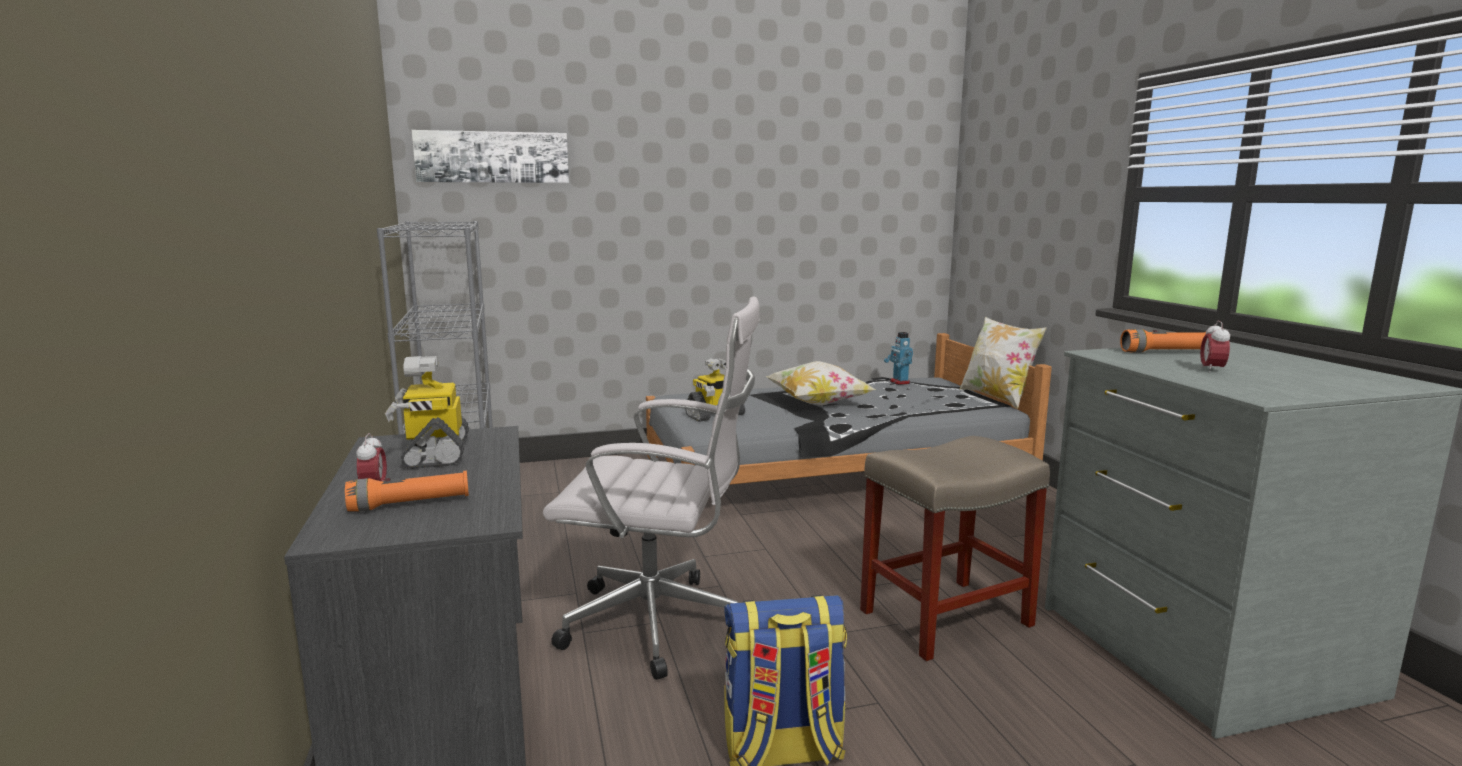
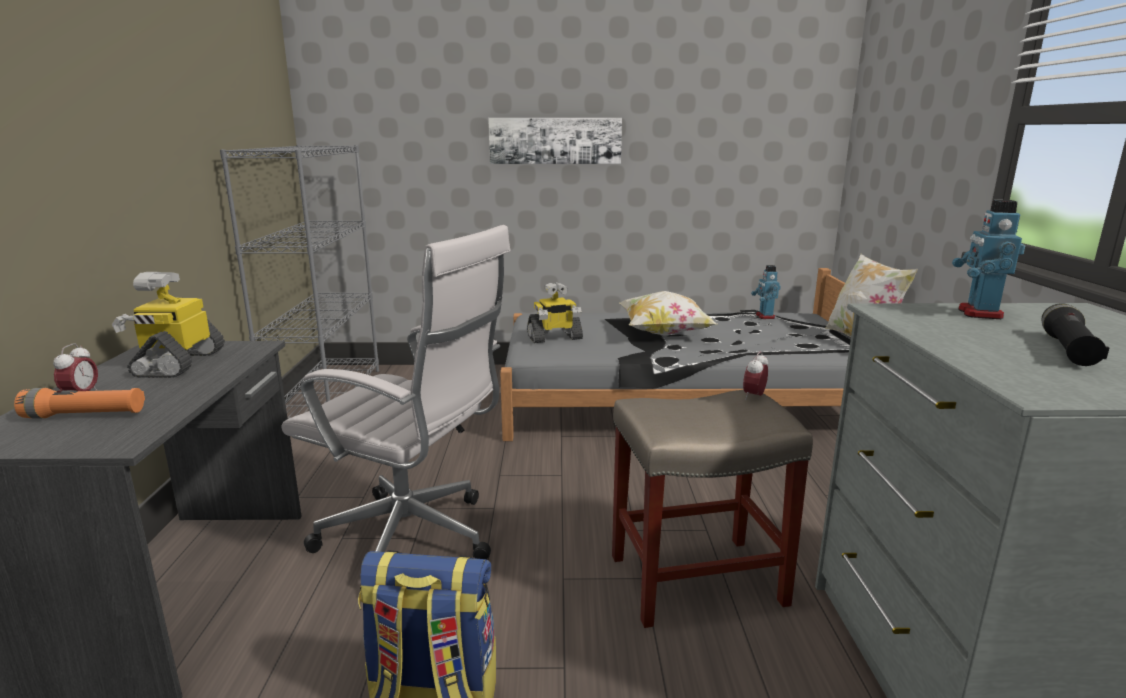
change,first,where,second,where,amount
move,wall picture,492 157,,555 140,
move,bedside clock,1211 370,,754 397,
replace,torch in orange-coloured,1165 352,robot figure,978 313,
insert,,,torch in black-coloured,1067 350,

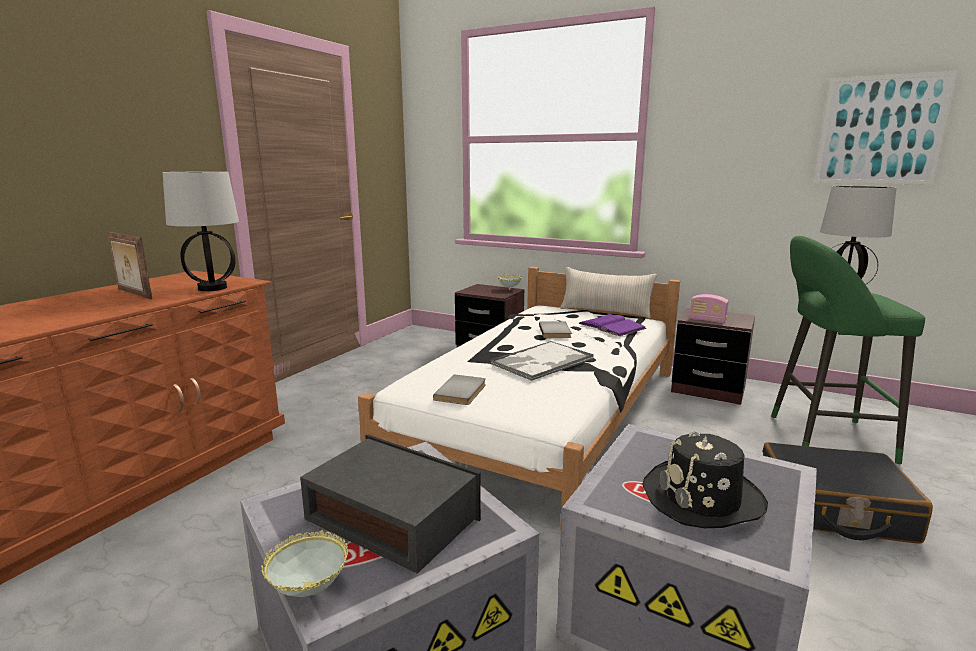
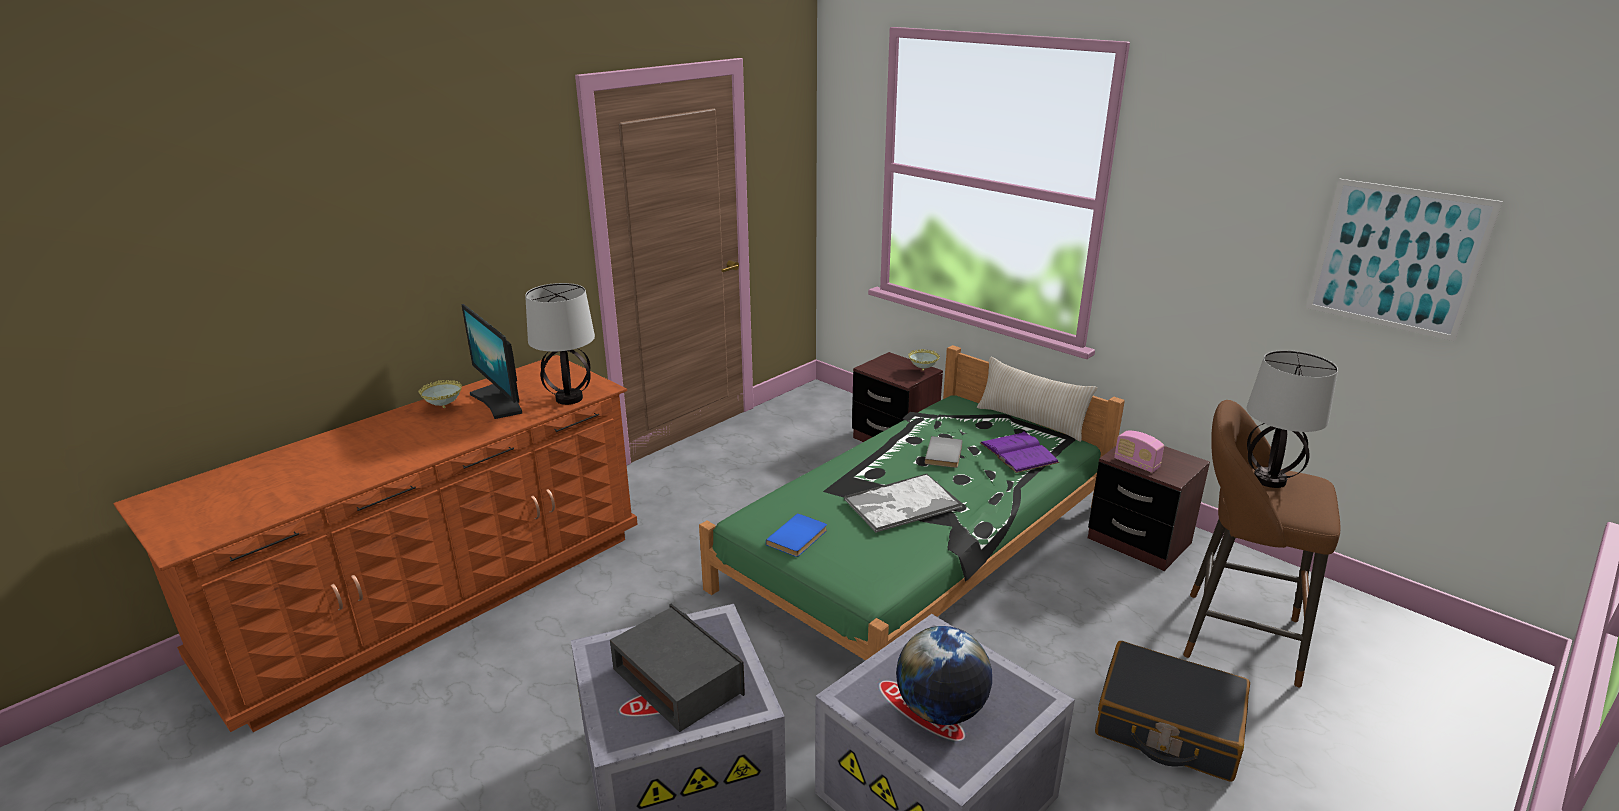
change,first,where,second,where,amount
move,bowl,309 594,,444 408,
replace,picture frame,133 294,computer screen,499 402,
recolor,sleeping bed in white,544 412,sleeping bed in greenish,918 546,
recolor,bound book in greyish,462 392,bound book in blue,799 538,
replace,wearable hat in black-coloured,703 498,globe,940 710,
recolor,sitting stool in greenish,822 437,sitting stool in brown,1232 635,

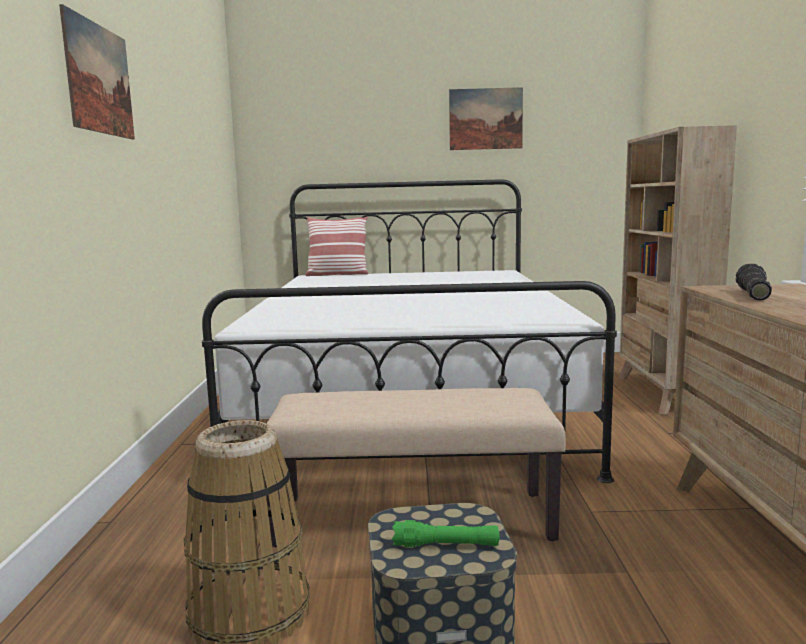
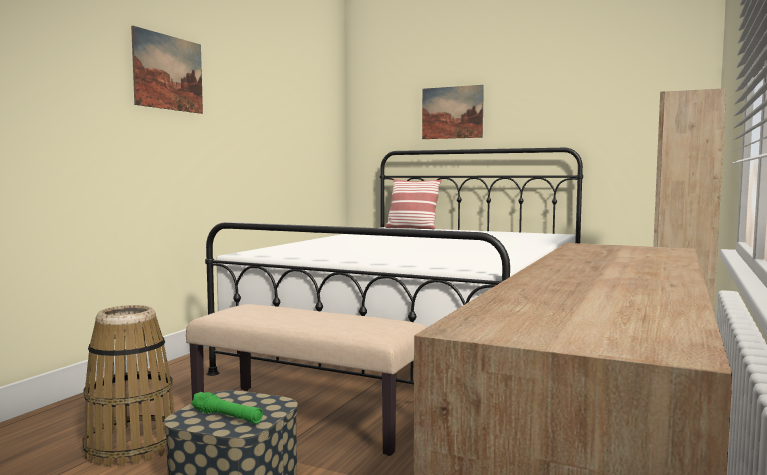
change,first,where,second,where,amount
move,wall picture,485 119,,452 112,
delete,torch,752 295,,,

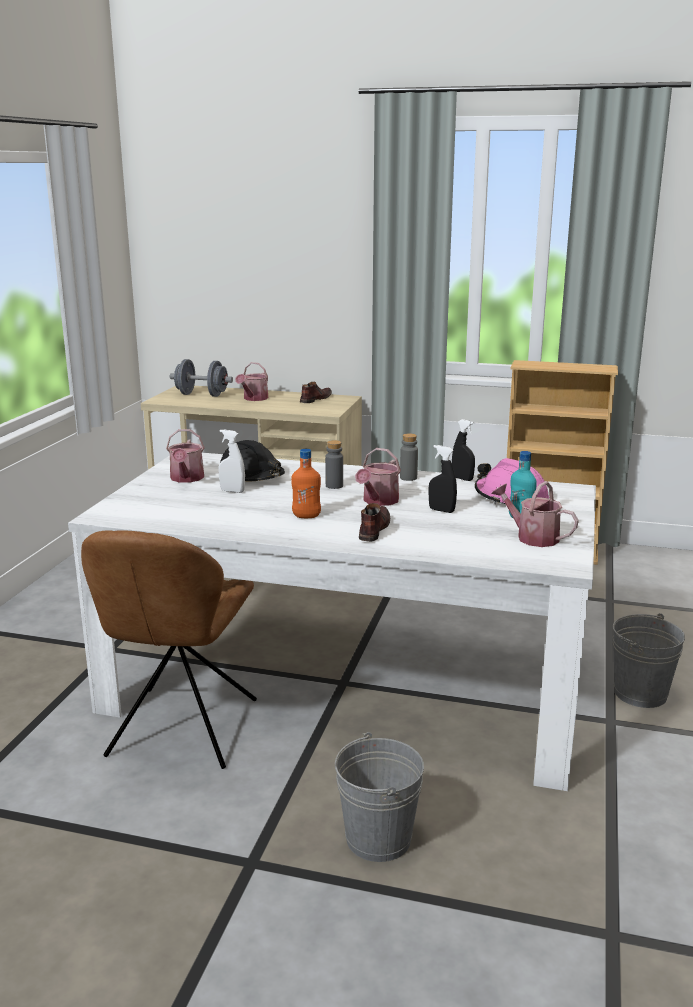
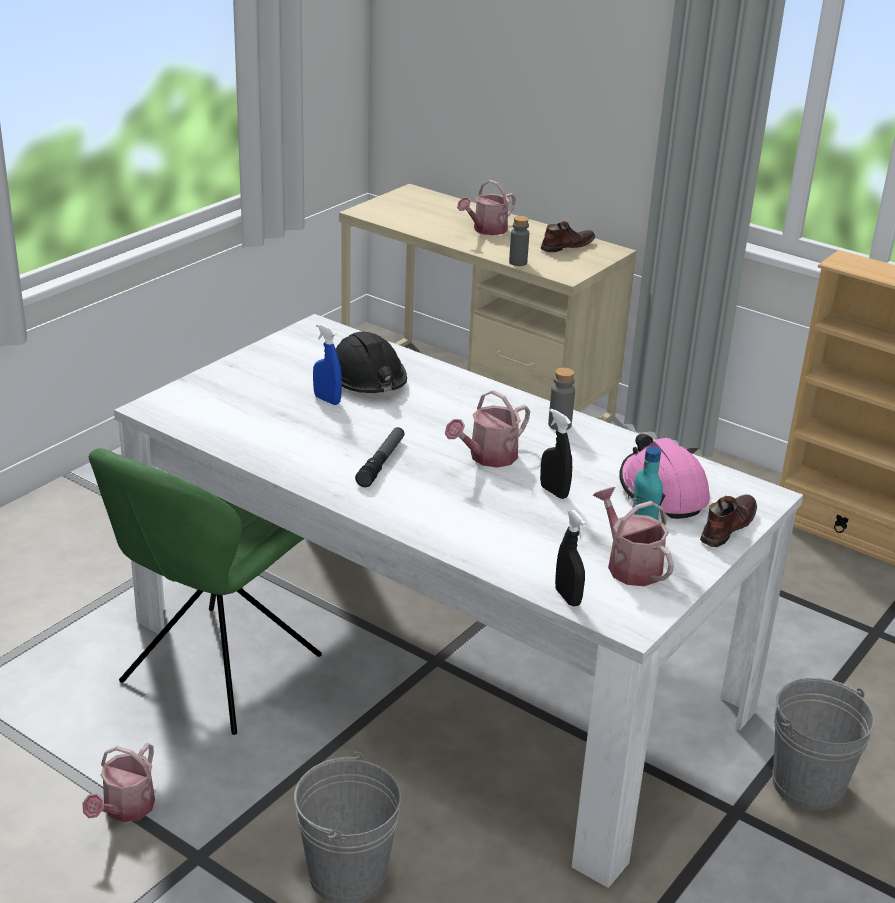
change,first,where,second,where,amount
move,watering can,186 479,,125 809,
recolor,plain chair in brown,181 731,plain chair in greenish,216 673,
recolor,sprayer in white,232 491,sprayer in blue,327 400,
replace,drink bottle in orange-coloured,306 516,torch,381 462,
move,drink bottle in greyish,334 486,,518 262,
move,sprayer in black-coloured,462 478,,567 597,
move,item of footwear in brown,373 530,,726 526,
delete,free weight in greyish,202 395,,,

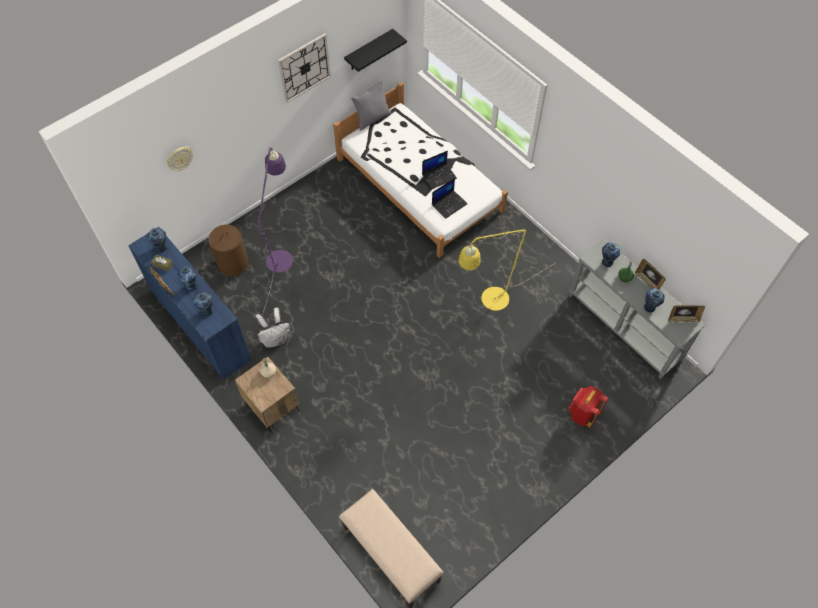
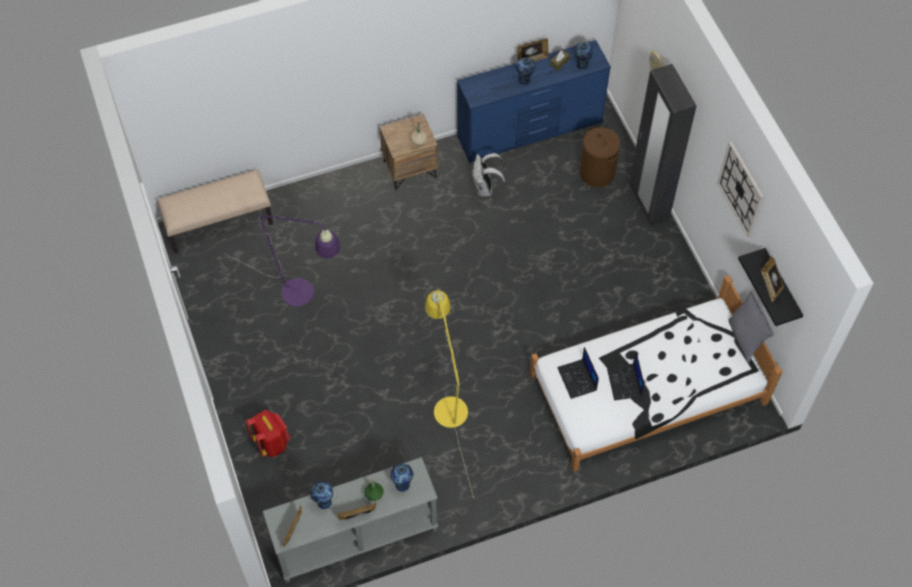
change,first,where,second,where,amount
move,standard lamp in purple,281 255,,305 295,
insert,,,clothes cupboard in black-coloured,648 203,
insert,,,picture frame,770 286,
delete,decorative vase,207 311,,,

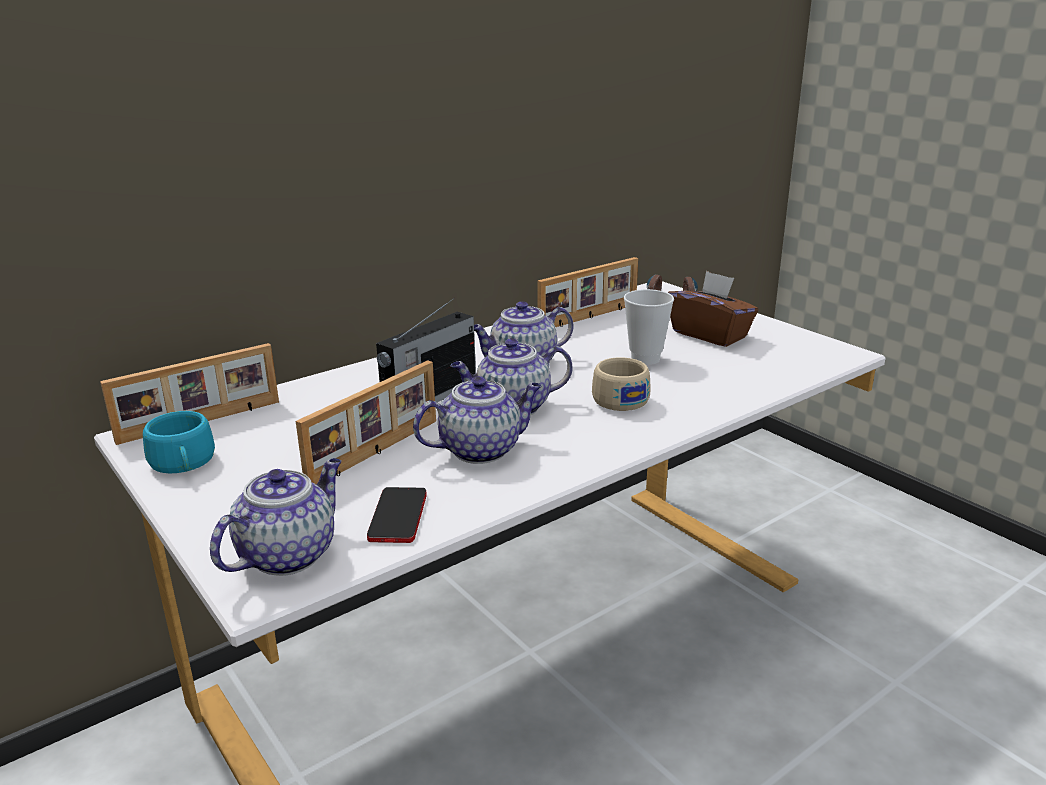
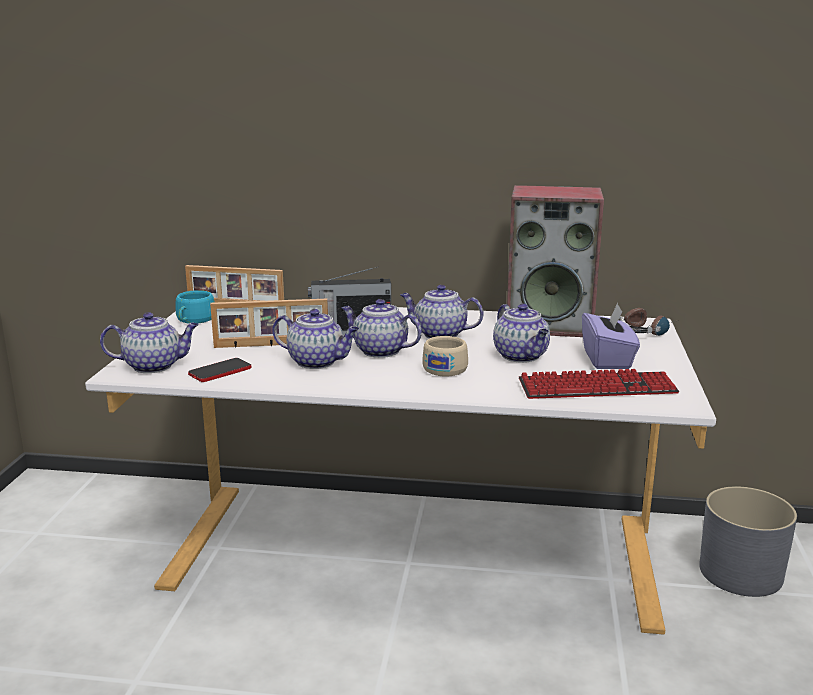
change,first,where,second,where,amount
replace,small cup,645 359,teapot,521 356,
replace,picture frame,589 317,speaker,550 324,
insert,,,computer keyboard,597 388,
recolor,tissue holder in brown,710 334,tissue holder in purple,607 359,
insert,,,flower pot in greyish,741 573,

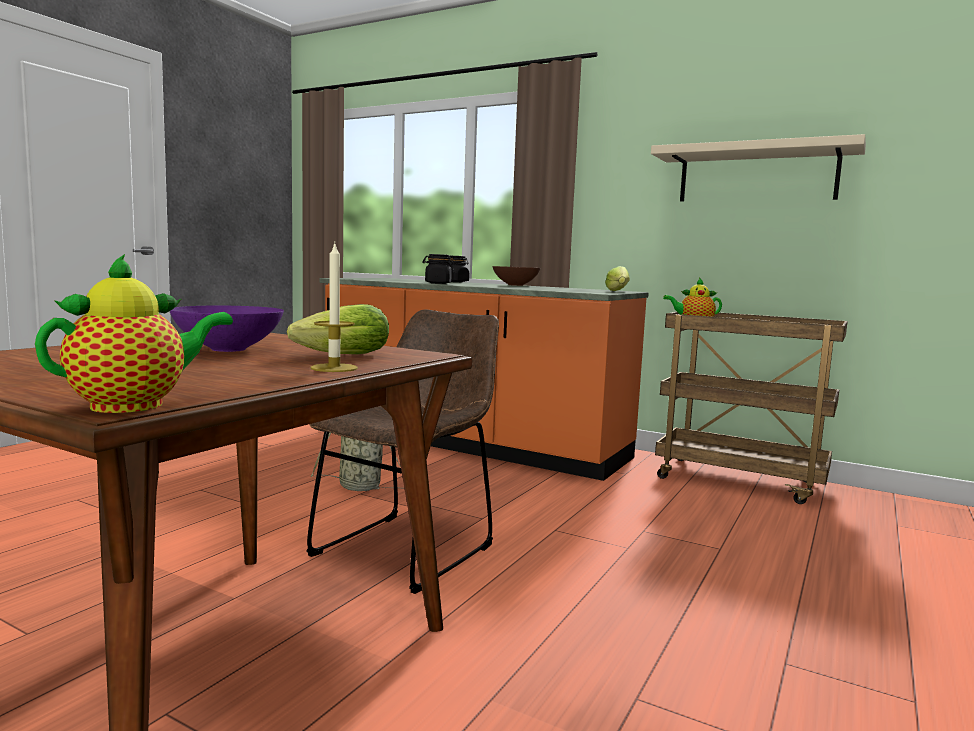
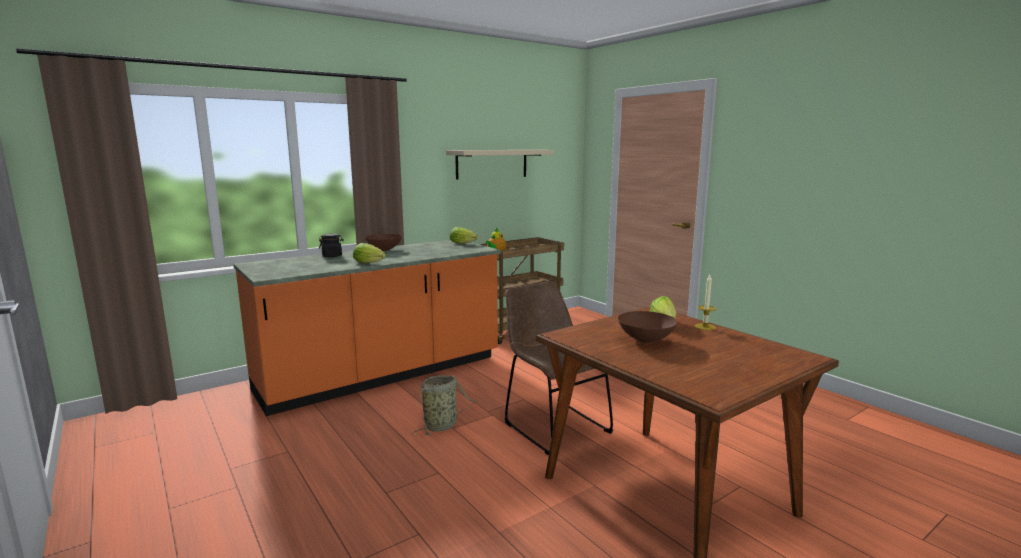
change,first,where,second,where,amount
replace,storage jar in black-coloured,438 283,head of lettuce,370 263,
recolor,bowl in purple,226 349,bowl in brown,645 340,
delete,teapot,136 405,,,

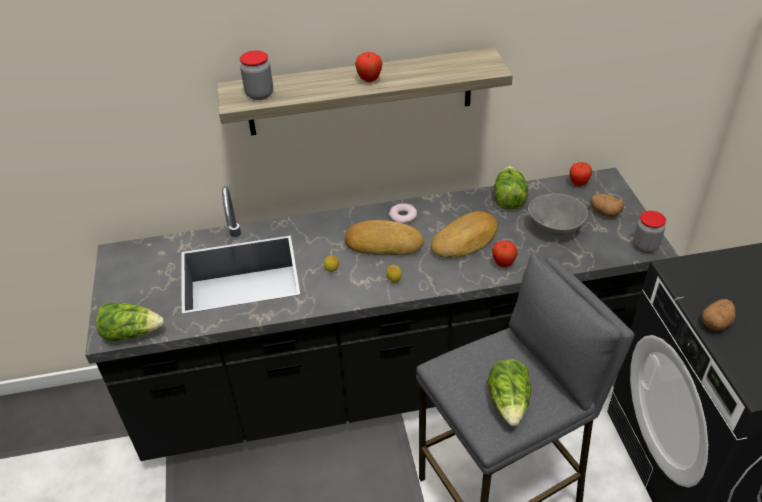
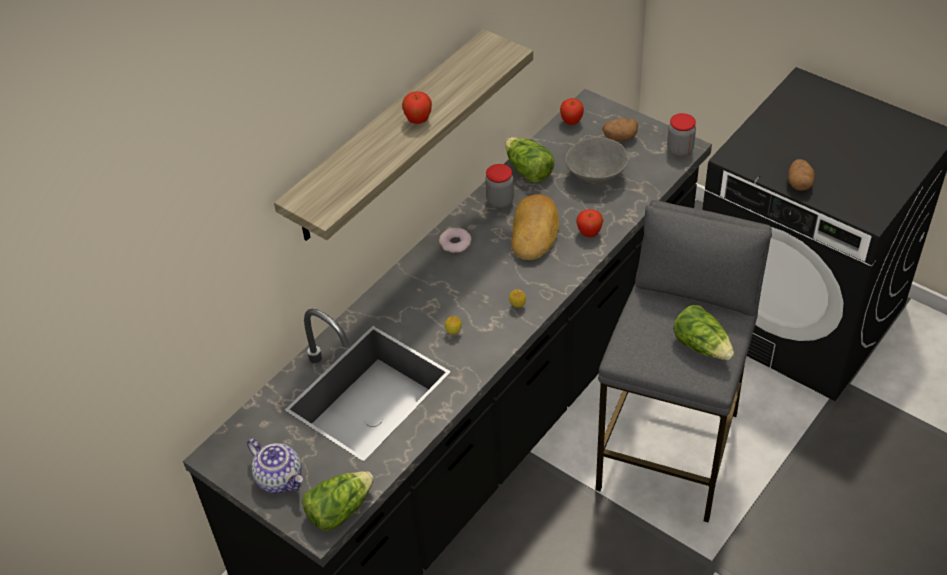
change,first,where,second,where,amount
insert,,,teapot,280 478,
move,storage jar,259 94,,500 201,
delete,bakery bread,383 243,,,

